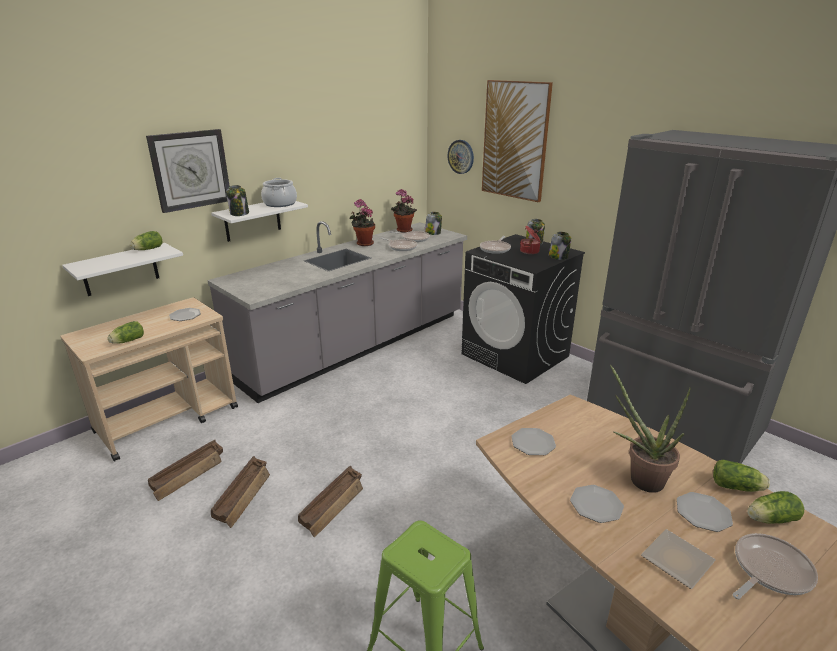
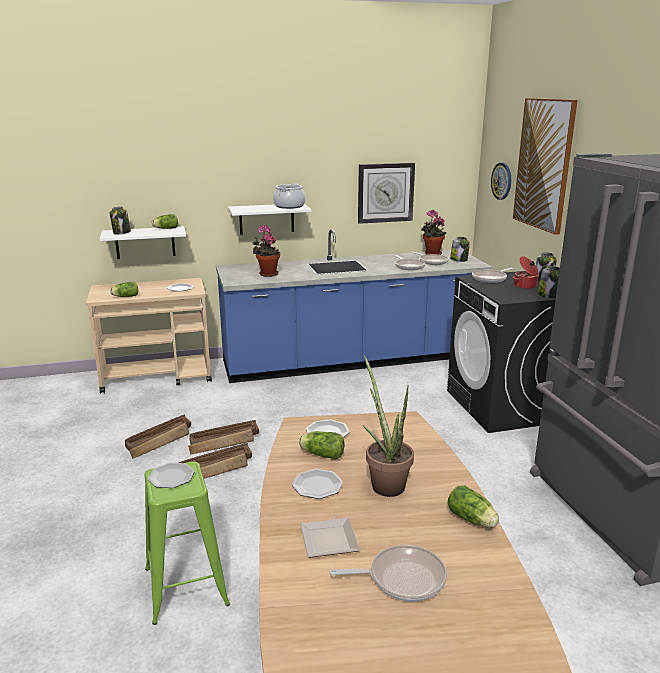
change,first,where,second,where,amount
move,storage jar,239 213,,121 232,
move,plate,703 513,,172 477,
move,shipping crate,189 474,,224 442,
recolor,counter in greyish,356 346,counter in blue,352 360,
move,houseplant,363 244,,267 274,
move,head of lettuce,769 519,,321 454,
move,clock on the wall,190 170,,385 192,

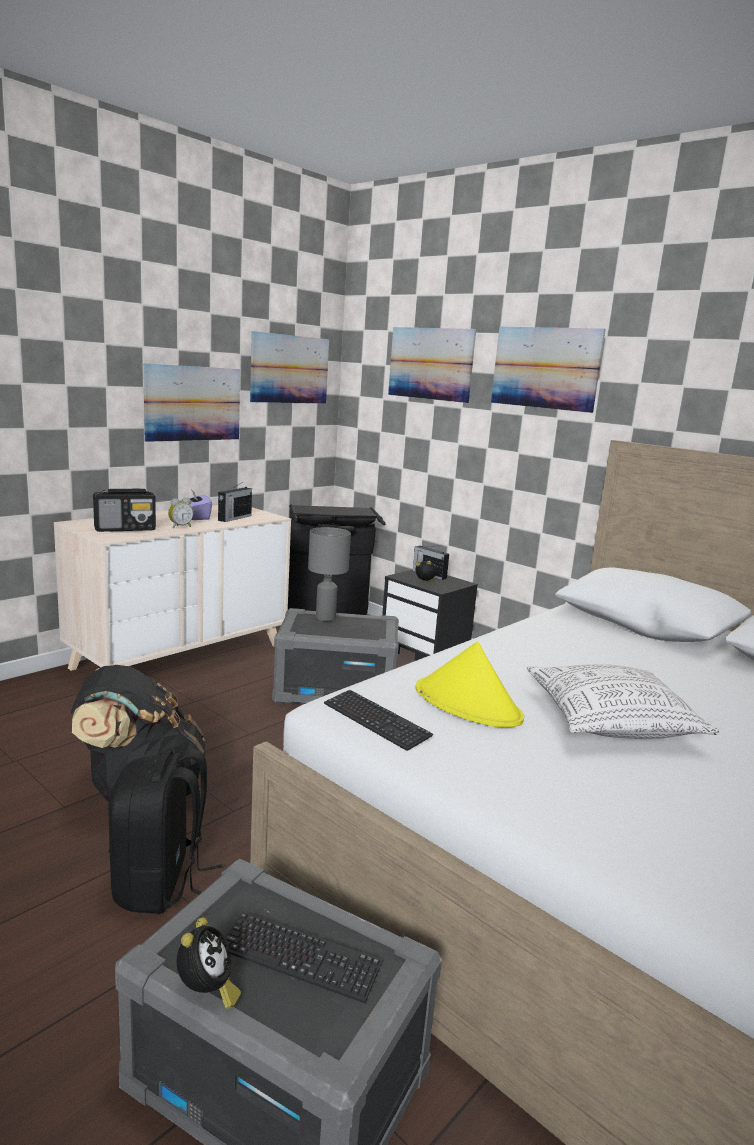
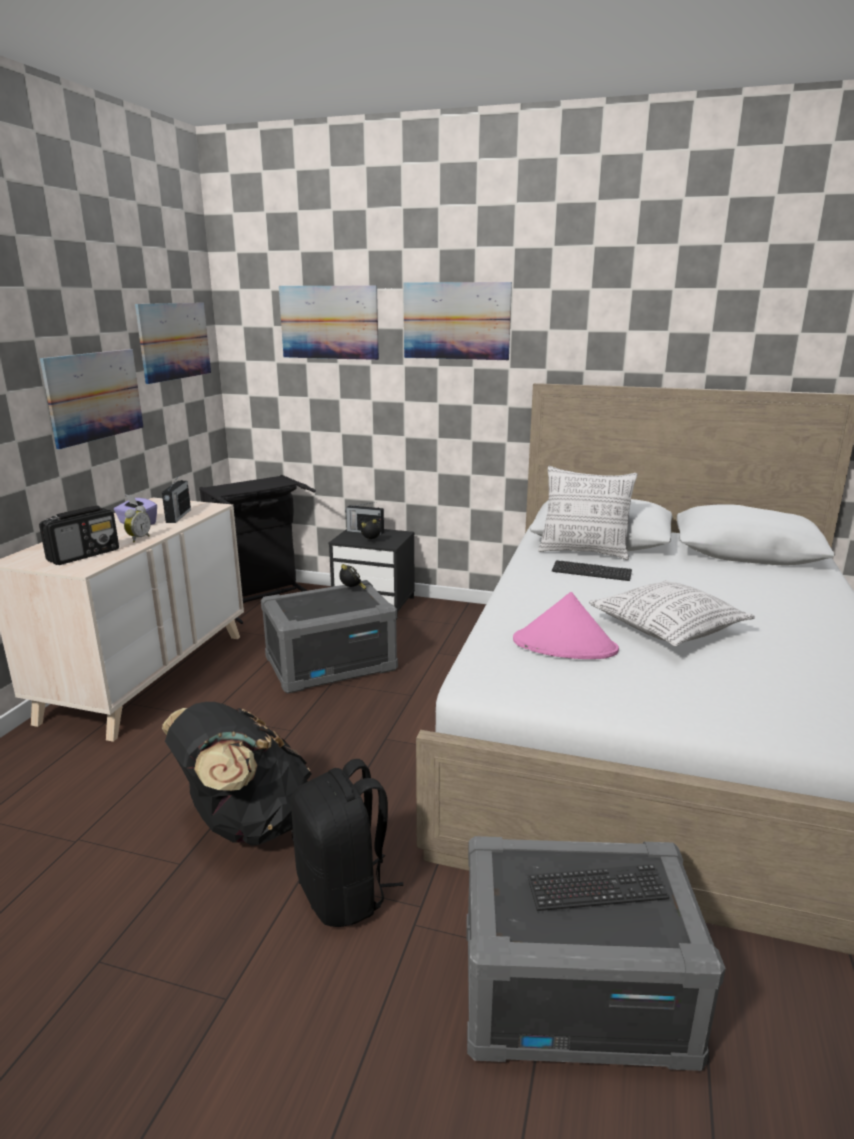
change,first,where,second,where,amount
move,bedside clock,207 992,,352 590,
recolor,wearable hat in yellow,468 704,wearable hat in pinkish,565 646,
insert,,,cushion,584 552,
move,computer keyboard,376 721,,591 572,
delete,tabletop lamp in greyish,325 618,,,

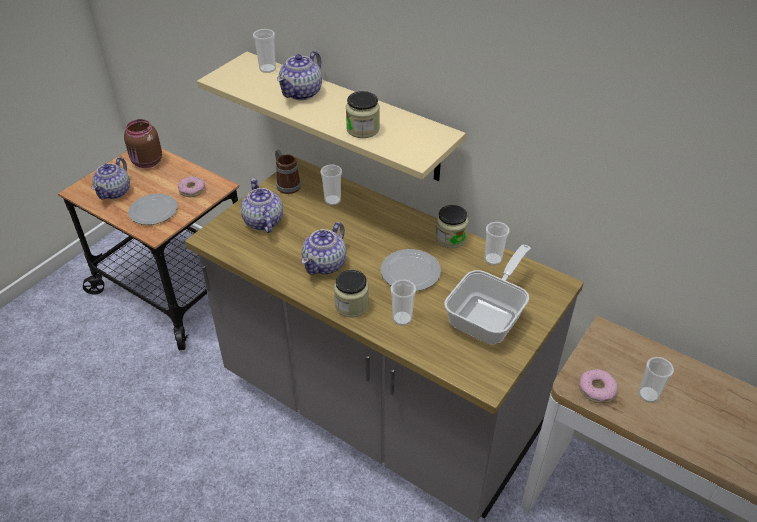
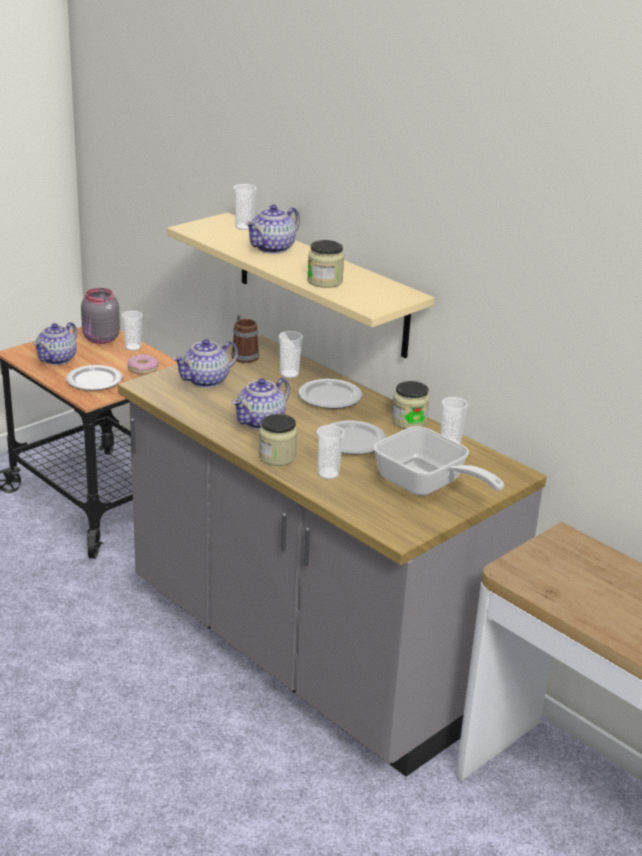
change,first,where,second,where,amount
recolor,storage jar in brown,147 162,storage jar in greyish,100 339,
move,small cup,648 395,,133 347,
rotate,teapot,263 222,,206 381,120 degrees counterclockwise
insert,,,plate,331 396,
rotate,skillet,490 315,,426 486,90 degrees clockwise
delete,doughnut,596 390,,,

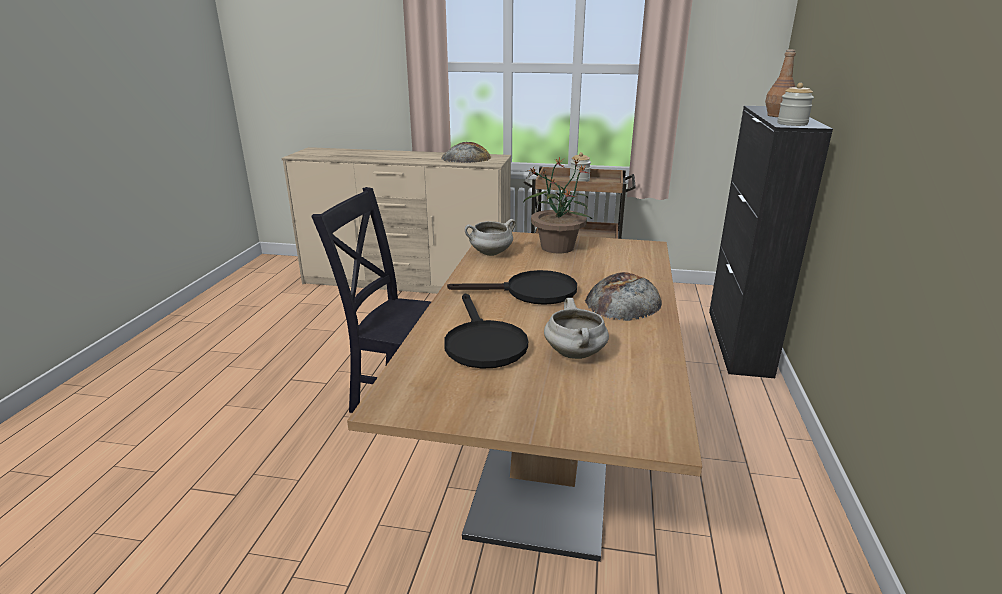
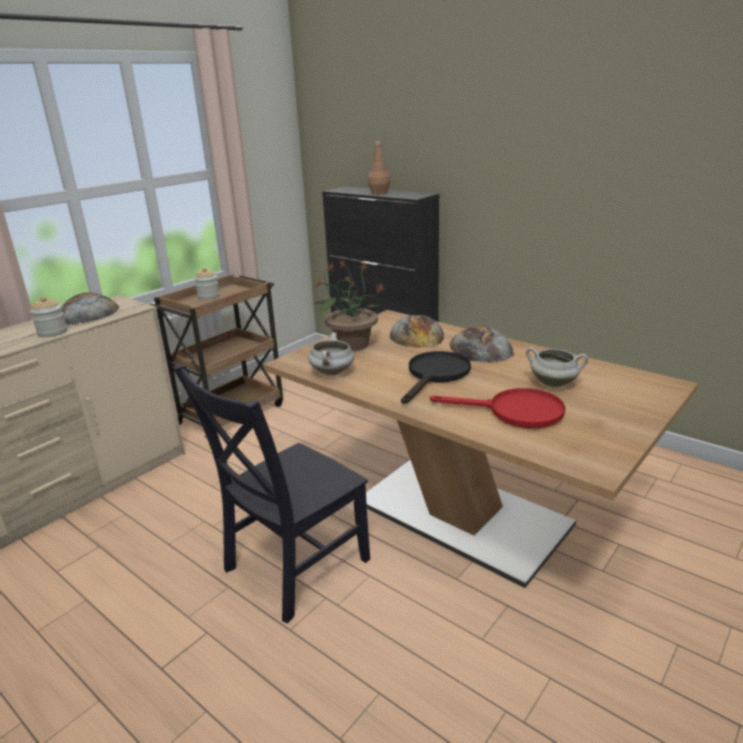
change,first,where,second,where,amount
move,storage jar,792 124,,52 332,
insert,,,bakery bread,417 335,
recolor,skillet in black-coloured,482 343,skillet in reddish,515 412,

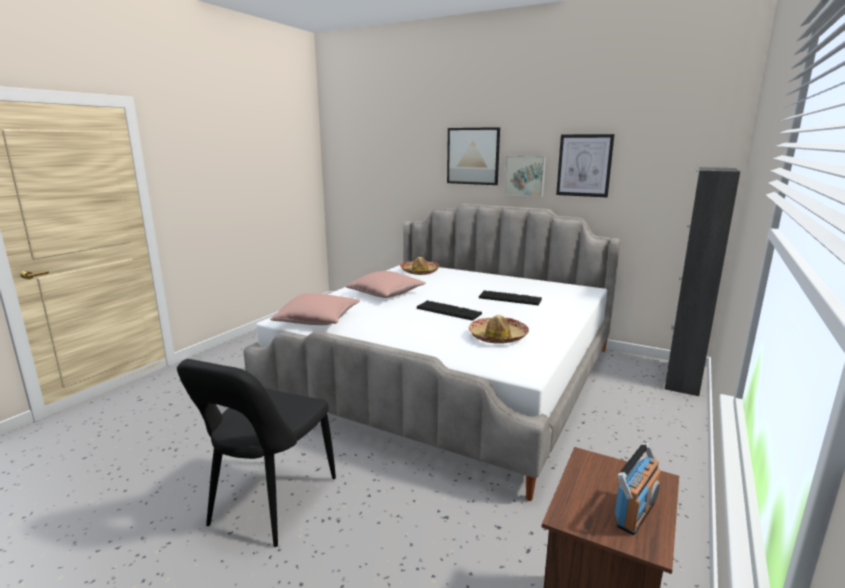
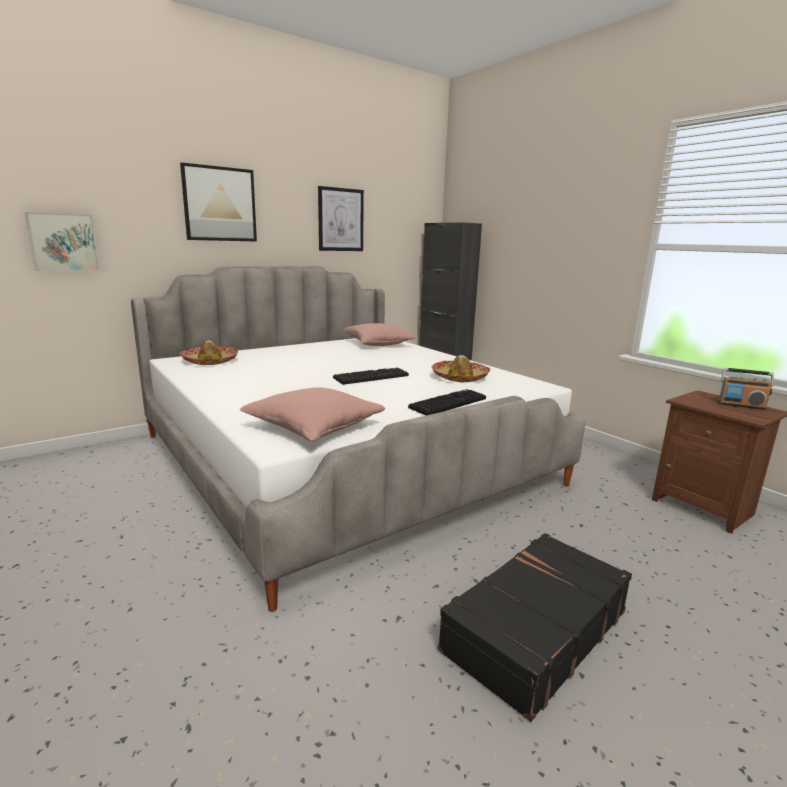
change,first,where,second,where,amount
move,wall picture,525 175,,63 242,
move,cushion in pinkish,386 294,,378 344,
move,computer keyboard,510 299,,448 403,
replace,plain chair in black-coloured,270 505,travel case in black-coloured,534 630,
rotate,radio,635 512,,741 405,135 degrees clockwise

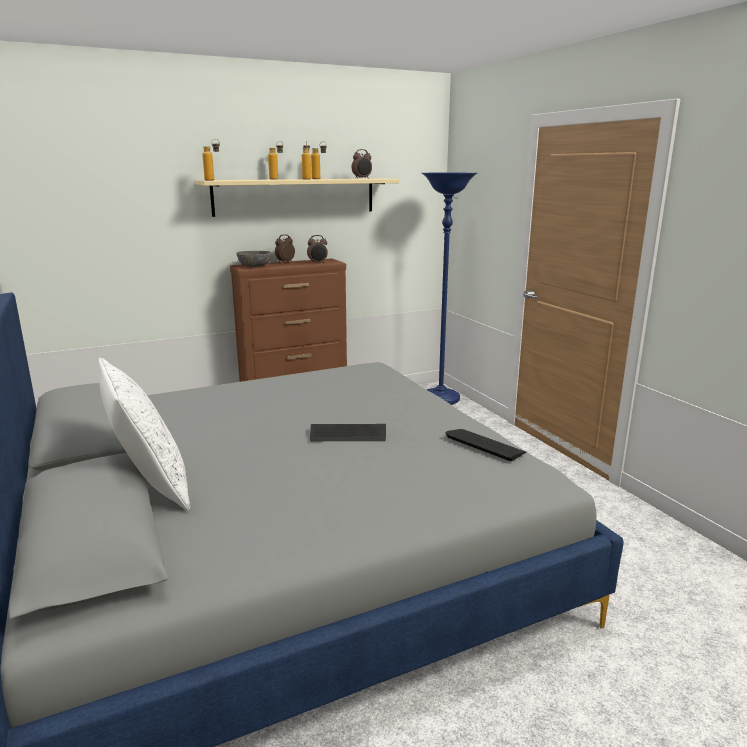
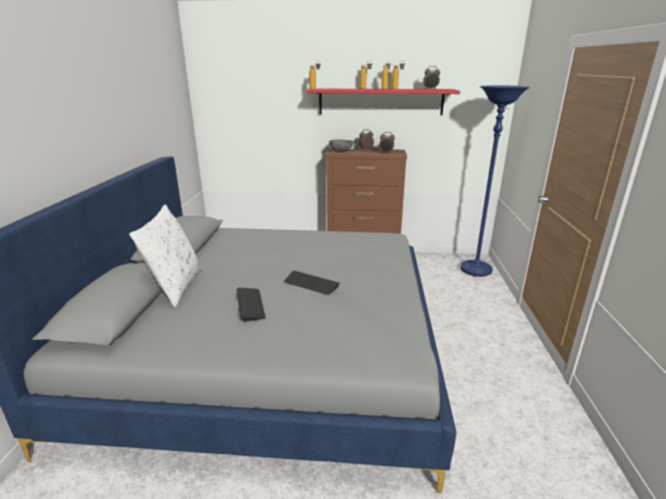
change,first,where,second,where,amount
move,computer keyboard,485 445,,250 304,
recolor,shelf in sand-coloured,295 196,shelf in reddish,380 101,

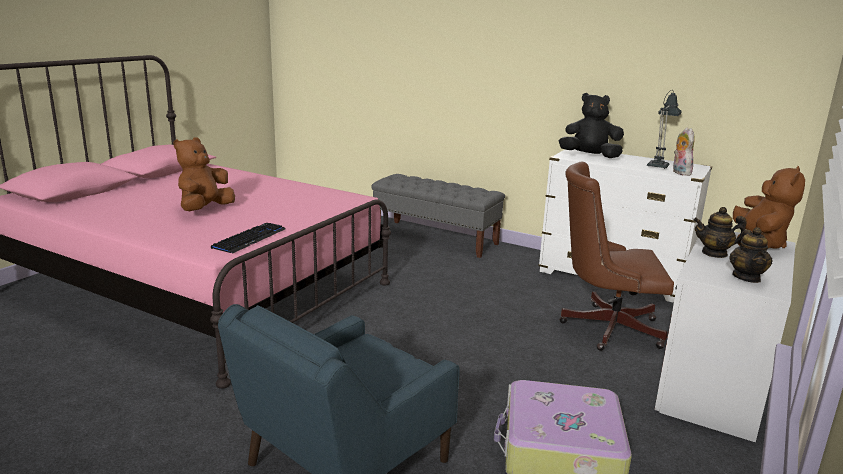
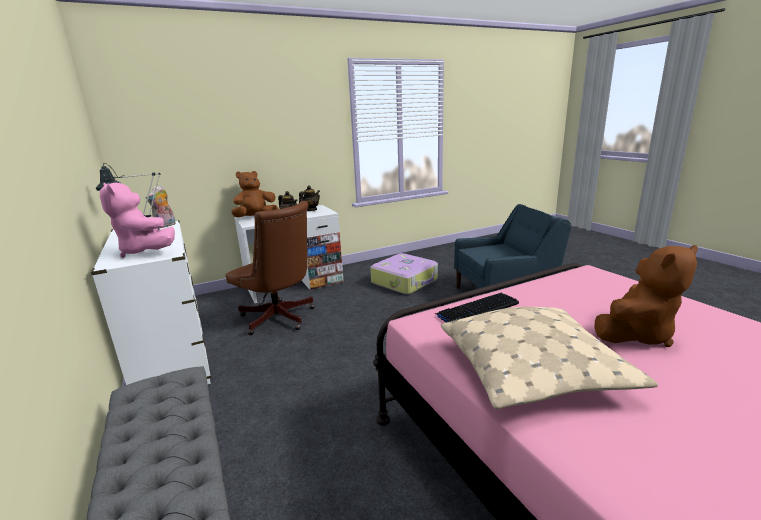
change,first,where,second,where,amount
recolor,cuddly toy in black-coloured,589 156,cuddly toy in pinkish,145 251,
move,computer keyboard,250 239,,477 310,
insert,,,cushion in sand-coloured,533 372,

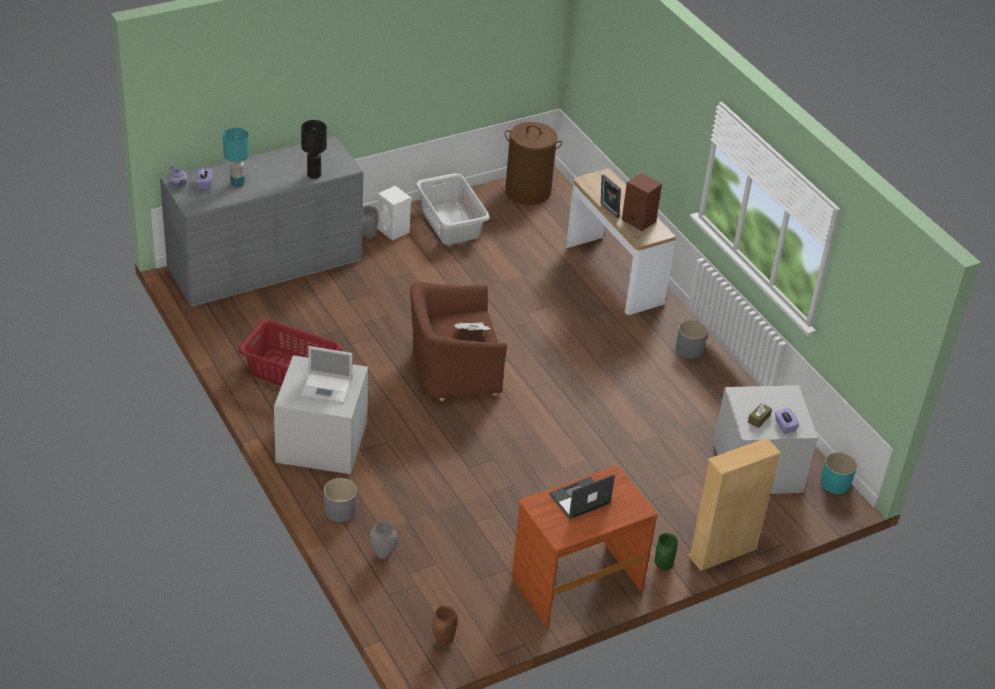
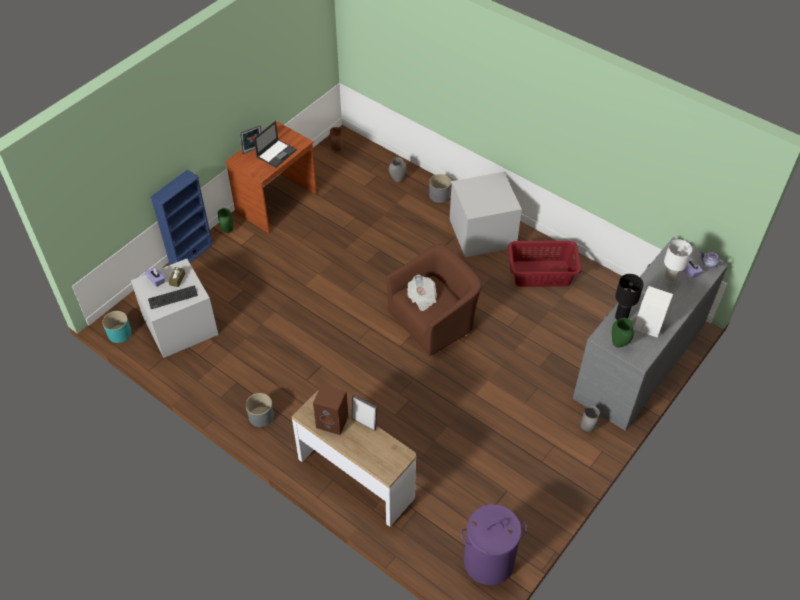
change,first,where,second,where,amount
insert,,,computer keyboard,173 297,
recolor,bookcase in sand-coloured,723 552,bookcase in blue,191 253,
insert,,,picture frame,253 150,
recolor,hamper in brown,528 191,hamper in purple,488 561,
insert,,,decorative vase in greenish,619 344,
move,speaker in white,393 231,,647 325,
recolor,tabletop lamp in turquoise,237 183,tabletop lamp in white,669 283,
delete,laptop,327 387,,,
delete,hamper in greyish,451 223,,,

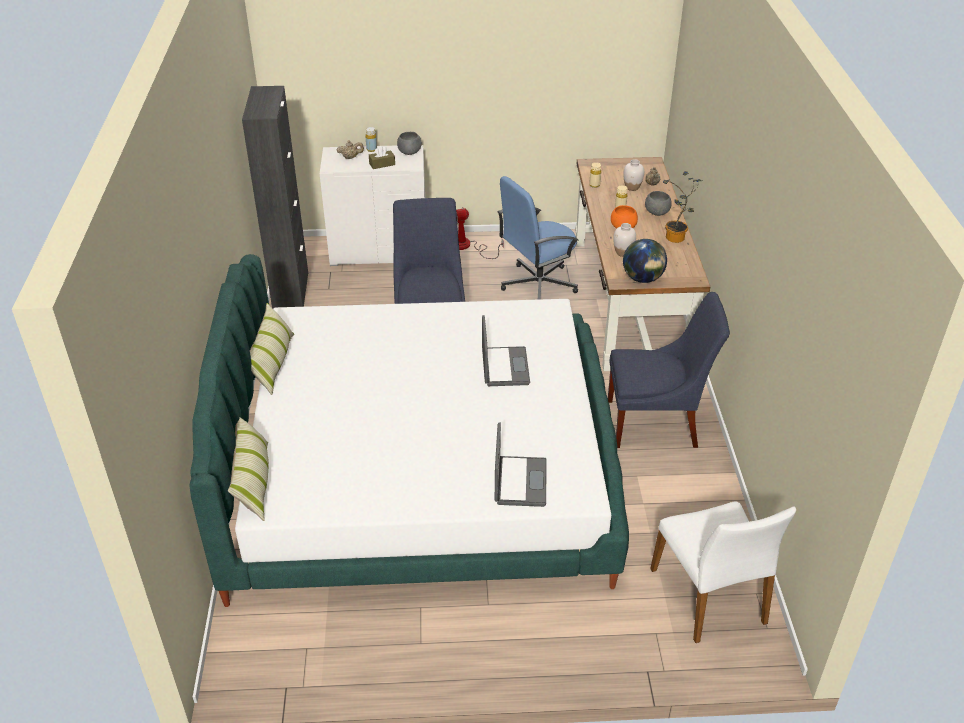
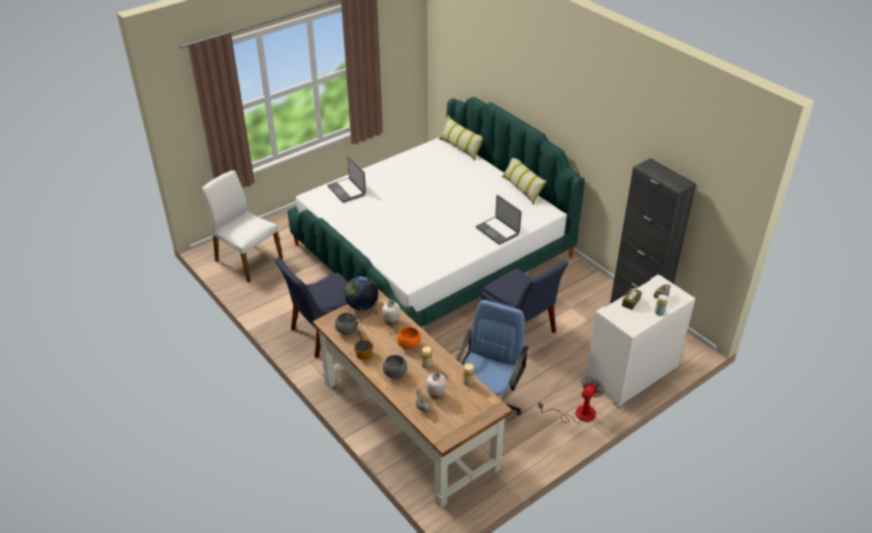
change,first,where,second,where,amount
move,bowl in greyish,410 152,,346 331,
move,laptop,504 367,,498 231,

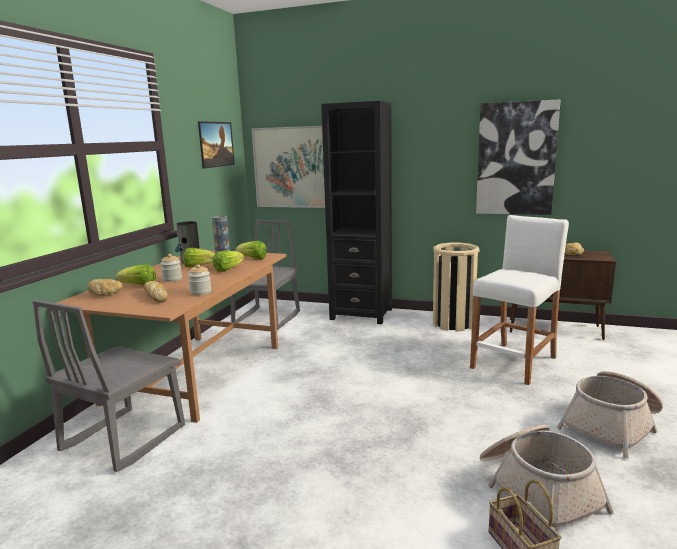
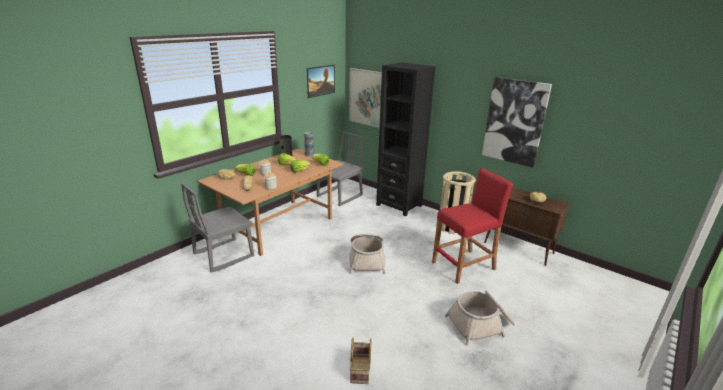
change,first,where,second,where,amount
move,storage basket,537 490,,366 260,
recolor,sitting stool in white,514 363,sitting stool in reddish,464 266,

